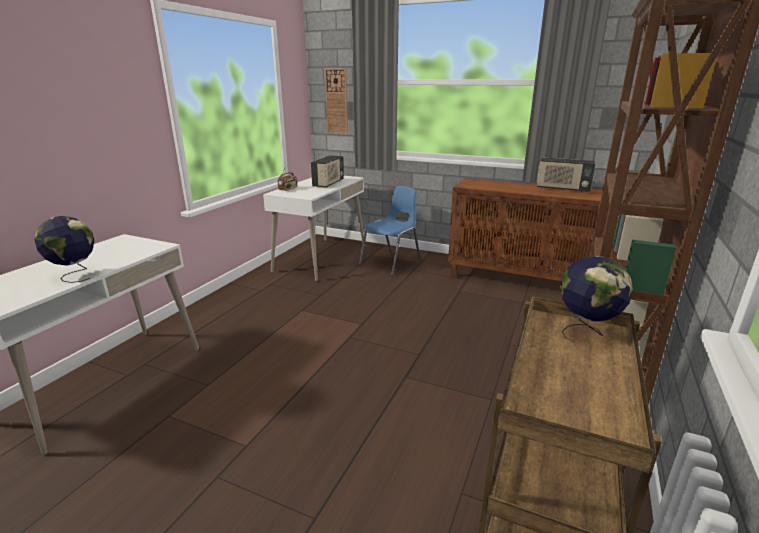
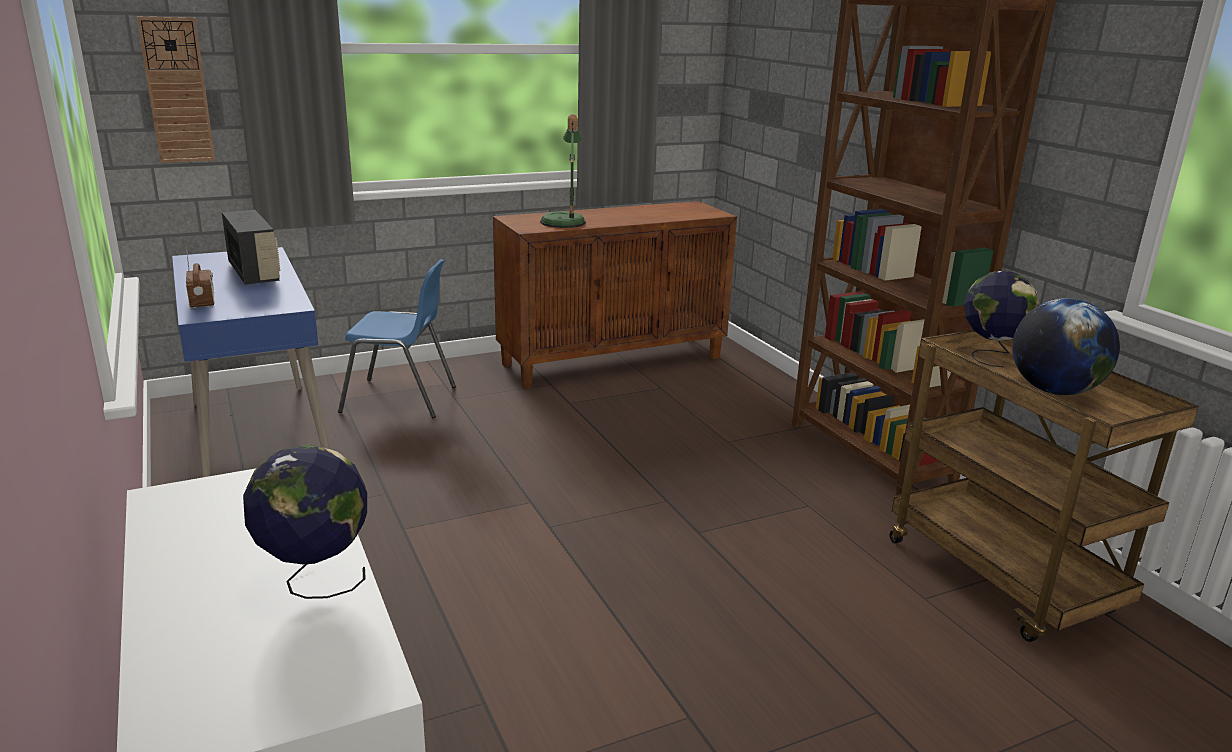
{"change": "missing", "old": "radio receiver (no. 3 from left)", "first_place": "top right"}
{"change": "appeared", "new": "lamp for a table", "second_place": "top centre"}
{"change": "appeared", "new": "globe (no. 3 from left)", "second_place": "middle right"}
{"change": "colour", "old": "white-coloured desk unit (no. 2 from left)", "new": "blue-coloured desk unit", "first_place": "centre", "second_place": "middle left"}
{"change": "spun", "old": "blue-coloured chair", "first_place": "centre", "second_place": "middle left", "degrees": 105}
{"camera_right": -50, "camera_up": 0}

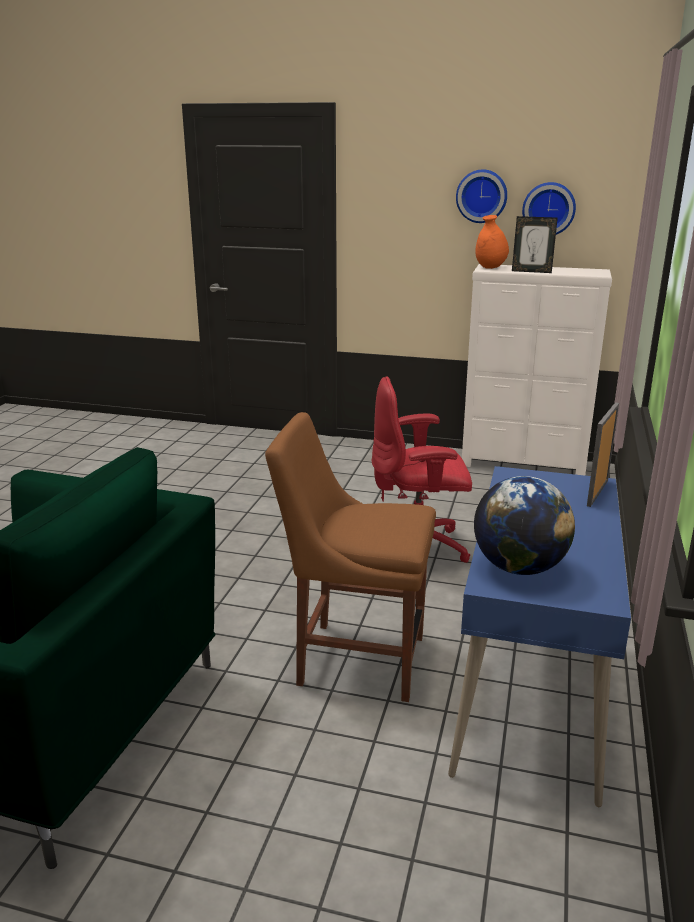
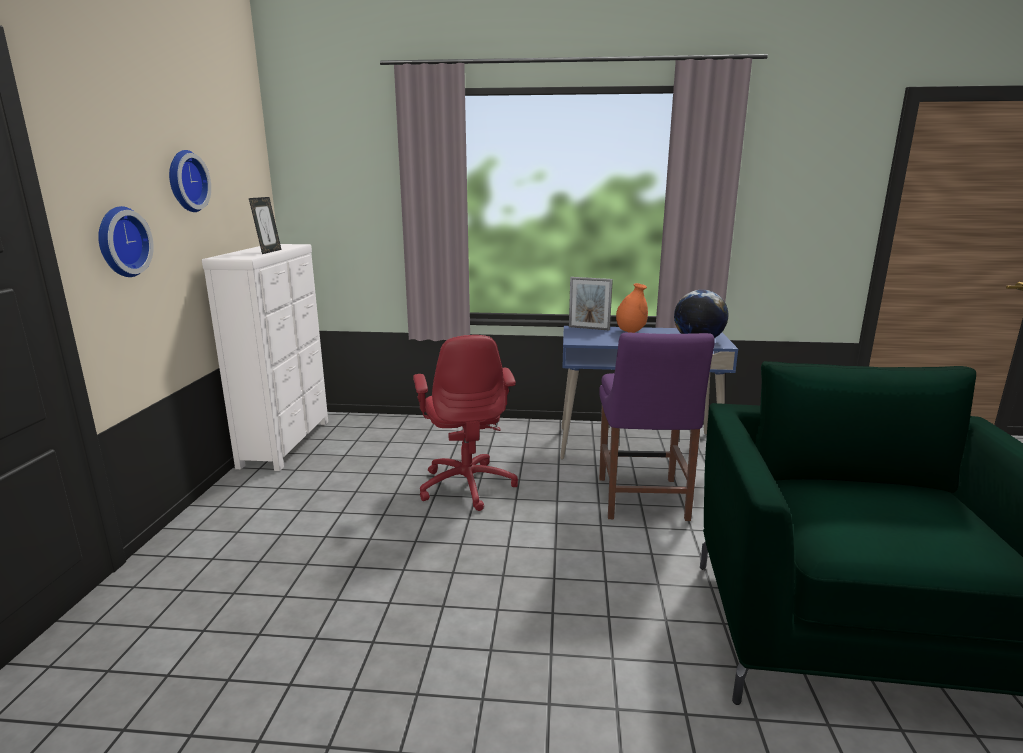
{"change": "relocated", "old": "orange decorative vase", "first_place": "top right", "second_place": "centre"}
{"change": "relocated", "old": "wall clock (no. 2 from left in the first image)", "new": "wall clock (no. 1 from left)", "first_place": "top right", "second_place": "top left"}
{"change": "colour", "old": "brown chair", "new": "purple chair", "first_place": "centre", "second_place": "centre"}
{"camera_right": -100, "camera_up": -5}

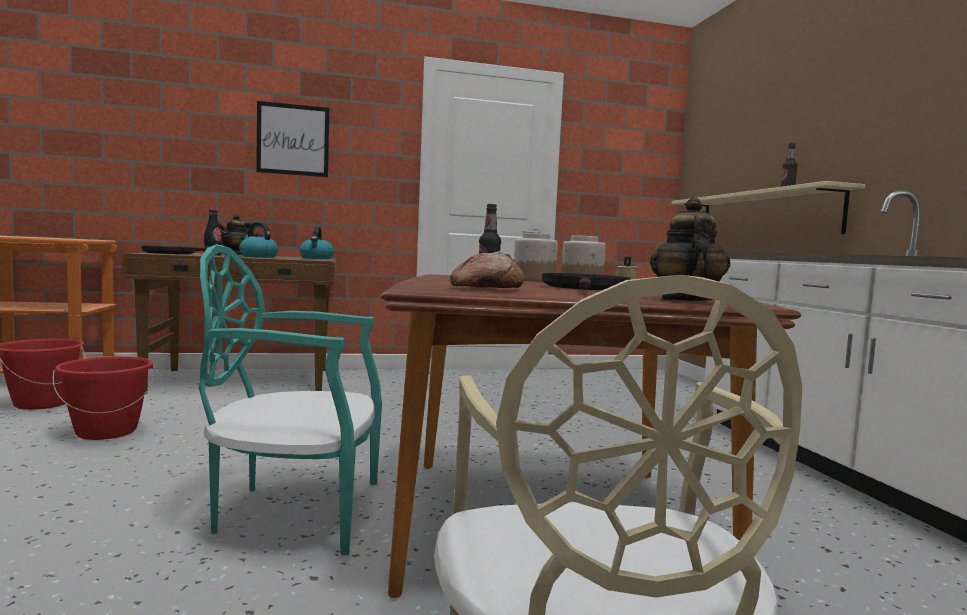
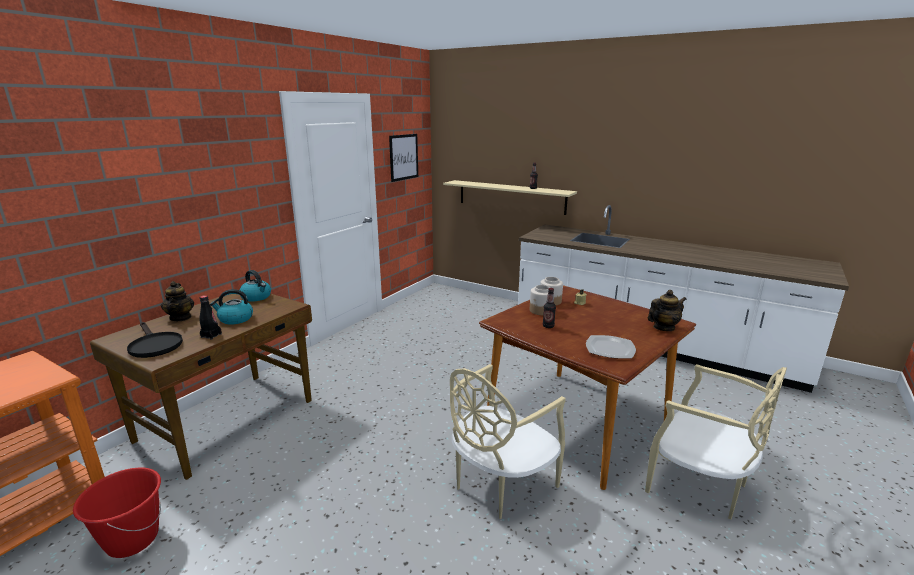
{"change": "missing", "old": "red-coloured water bucket (no. 2 from left)", "first_place": "middle left"}
{"change": "missing", "old": "black pan (no. 2 from left)", "first_place": "centre"}
{"change": "relocated", "old": "wall picture", "first_place": "top left", "second_place": "top centre"}
{"change": "exchanged", "old": "bread", "new": "plate", "first_place": "centre", "second_place": "middle right"}
{"change": "colour", "old": "turquoise chair", "new": "beige-coloured chair (no. 1 from left)", "first_place": "middle left", "second_place": "bottom centre"}
{"change": "spun", "old": "tea pot (no. 2 from left)", "first_place": "middle right", "second_place": "middle right", "degrees": 105}
{"camera_right": -45, "camera_up": 15}

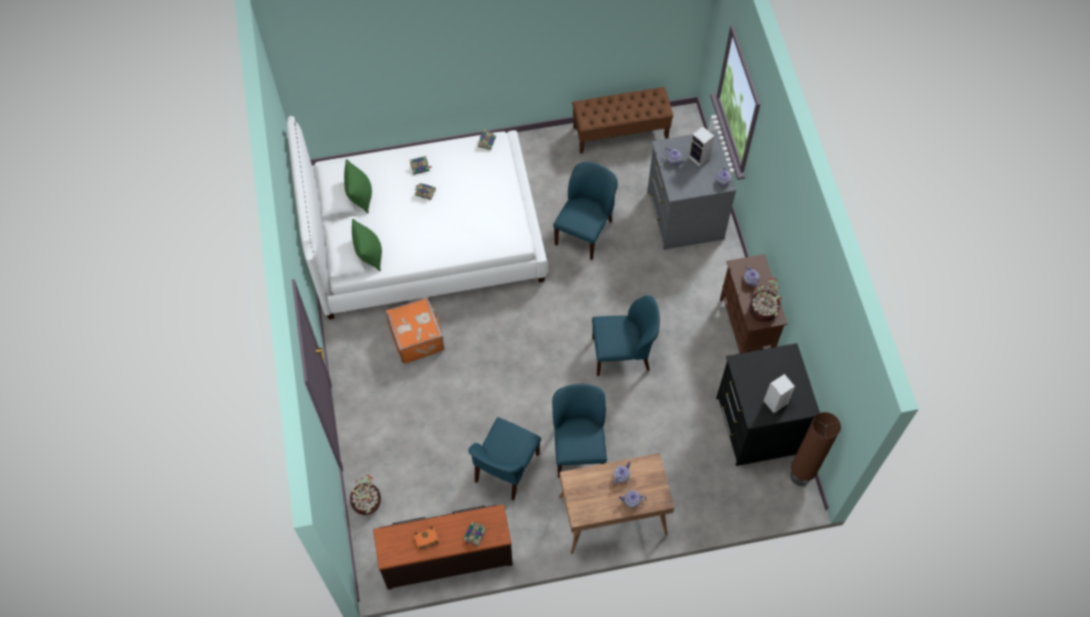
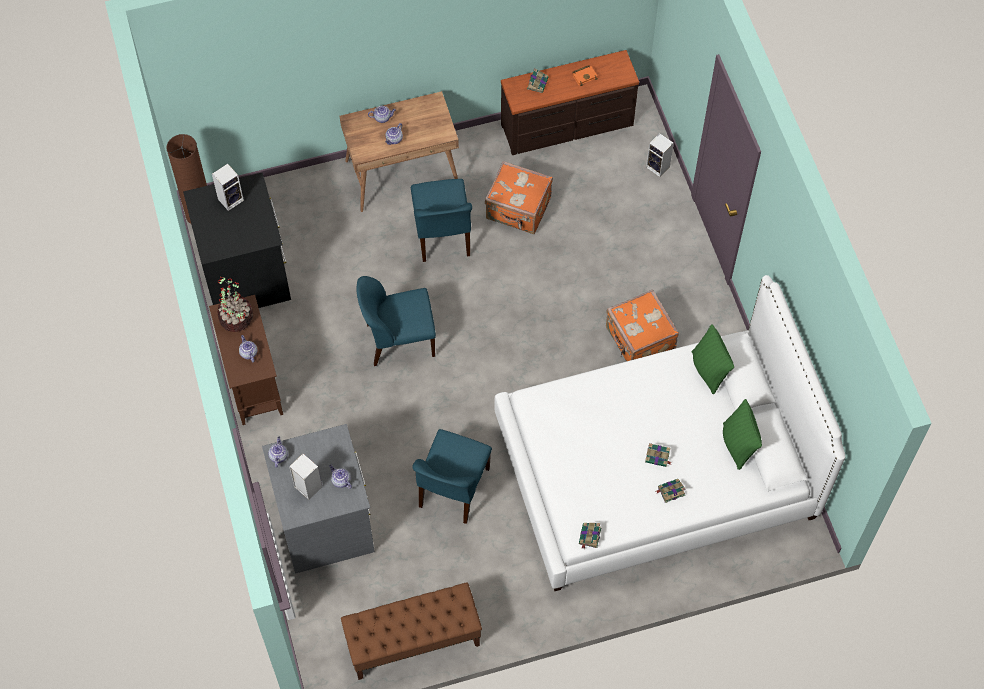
{"change": "exchanged", "old": "potted plant (no. 1 from left)", "new": "audio speaker (no. 3 from left)", "first_place": "bottom centre", "second_place": "top right"}
{"change": "exchanged", "old": "blue-coloured chair (no. 1 from left)", "new": "orange travel case (no. 1 from left)", "first_place": "bottom centre", "second_place": "top centre"}
{"camera_right": 175, "camera_up": 0}

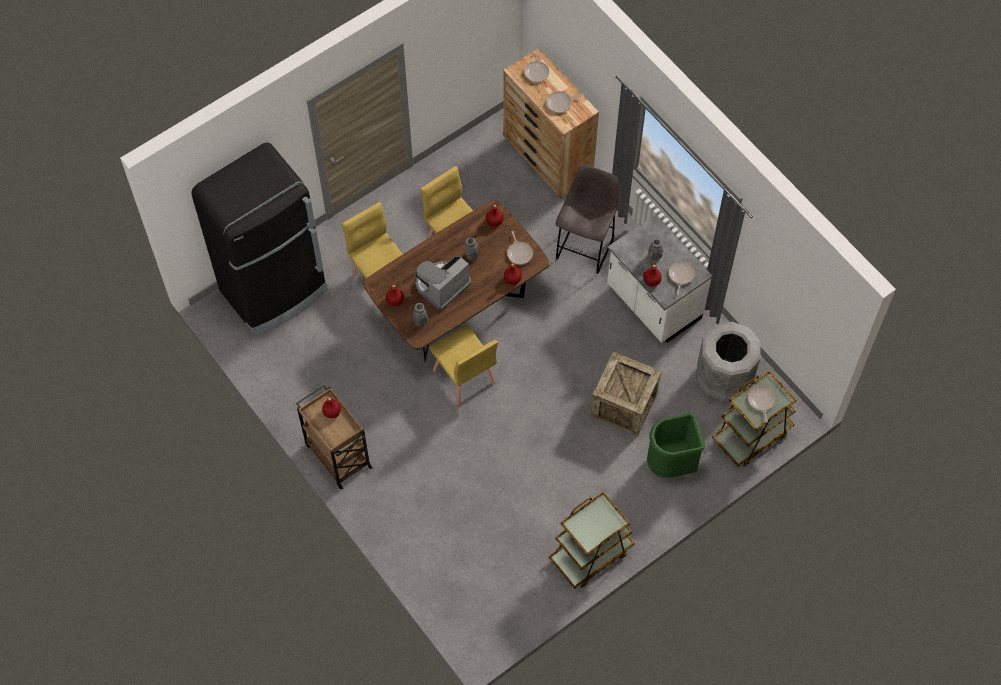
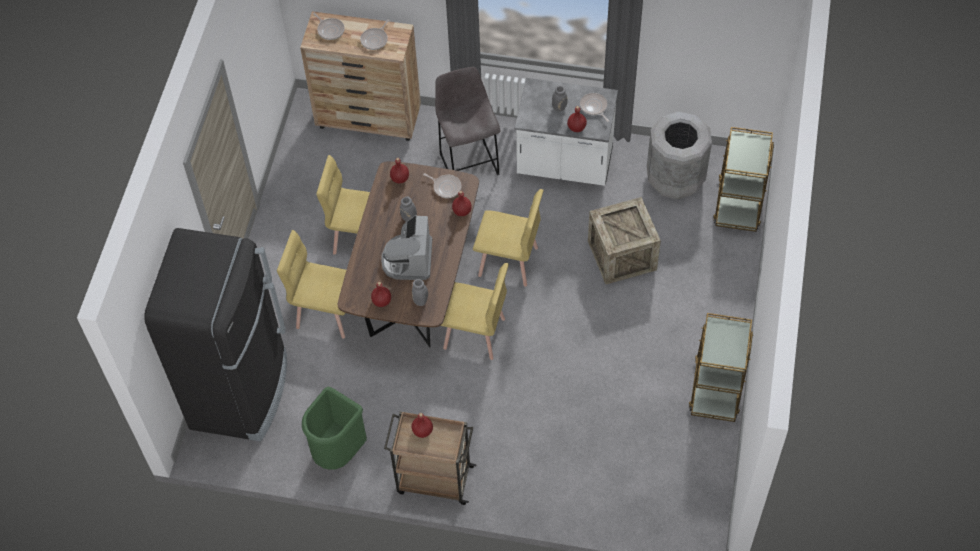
{"change": "missing", "old": "pan (no. 5 from left)", "first_place": "middle right"}
{"change": "appeared", "new": "yellow chair (no. 4 from left)", "second_place": "centre"}
{"change": "relocated", "old": "greenish trash can", "first_place": "middle right", "second_place": "bottom centre"}
{"camera_right": -40, "camera_up": -5}

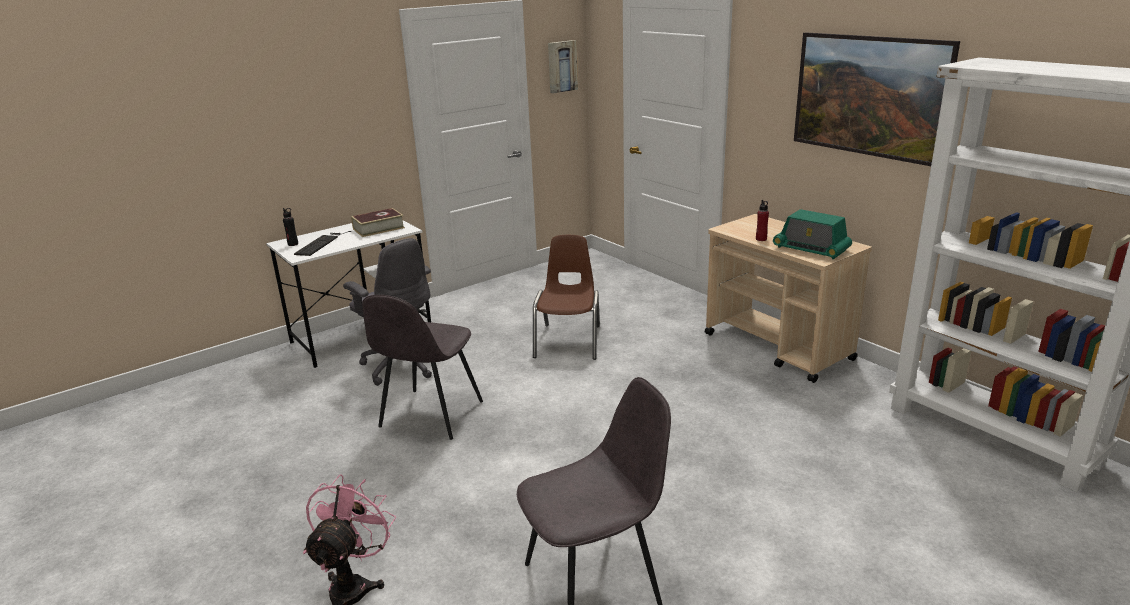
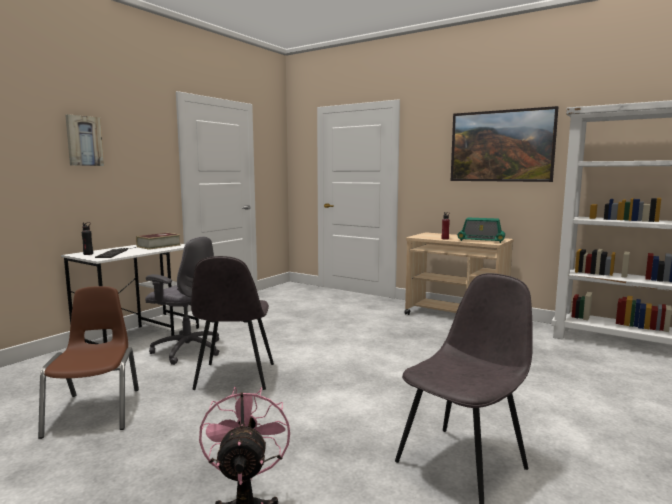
{"change": "relocated", "old": "brown chair", "first_place": "centre", "second_place": "bottom left"}
{"change": "relocated", "old": "wall picture (no. 1 from left)", "first_place": "top centre", "second_place": "top left"}
{"camera_right": -20, "camera_up": -15}

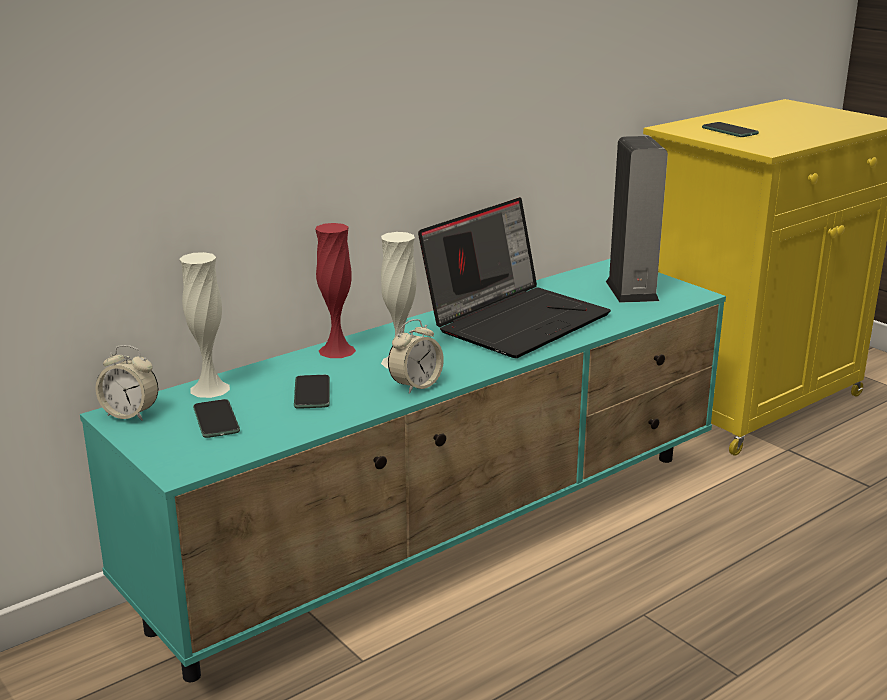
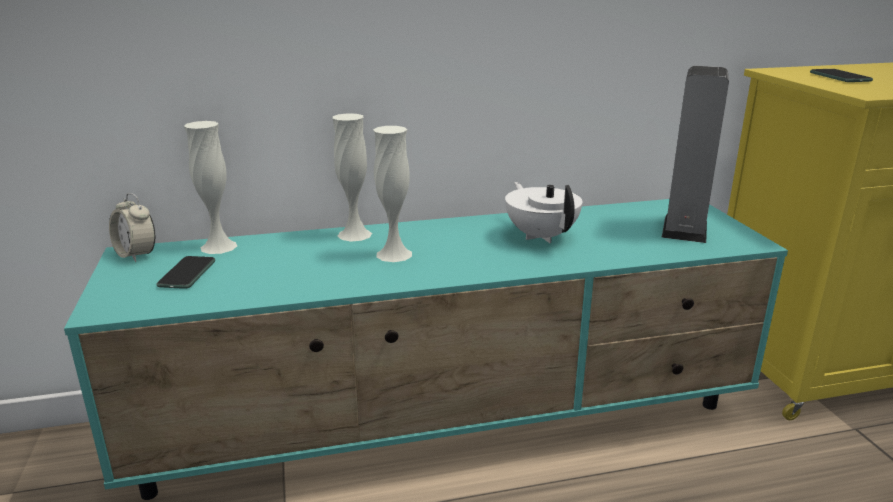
{"change": "missing", "old": "phone (no. 2 from left)", "first_place": "centre"}
{"change": "missing", "old": "table clock (no. 2 from left)", "first_place": "centre"}
{"change": "exchanged", "old": "laptop", "new": "white-coloured tea pot", "first_place": "centre", "second_place": "centre"}
{"change": "colour", "old": "red-coloured decorative vase", "new": "white-coloured decorative vase (no. 2 from left)", "first_place": "centre", "second_place": "centre"}
{"camera_right": 25, "camera_up": 0}

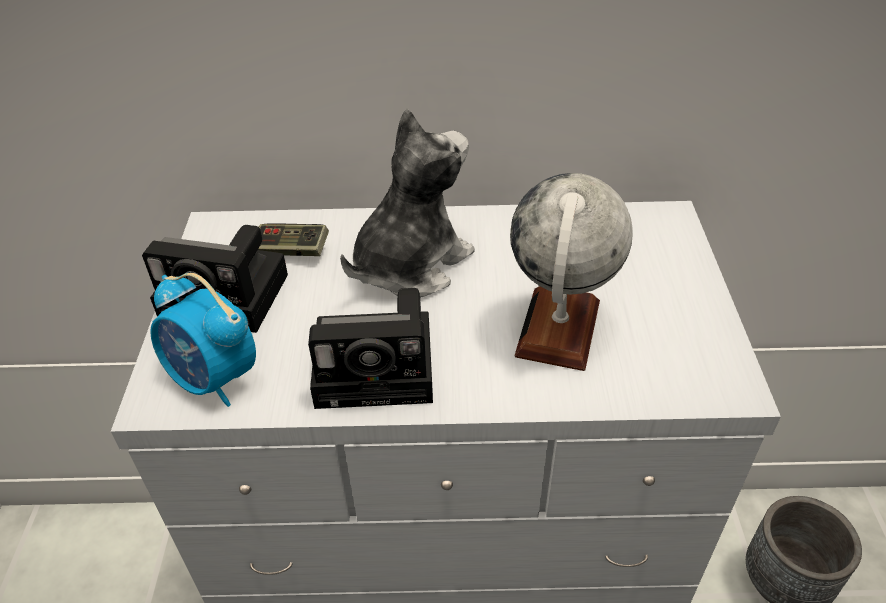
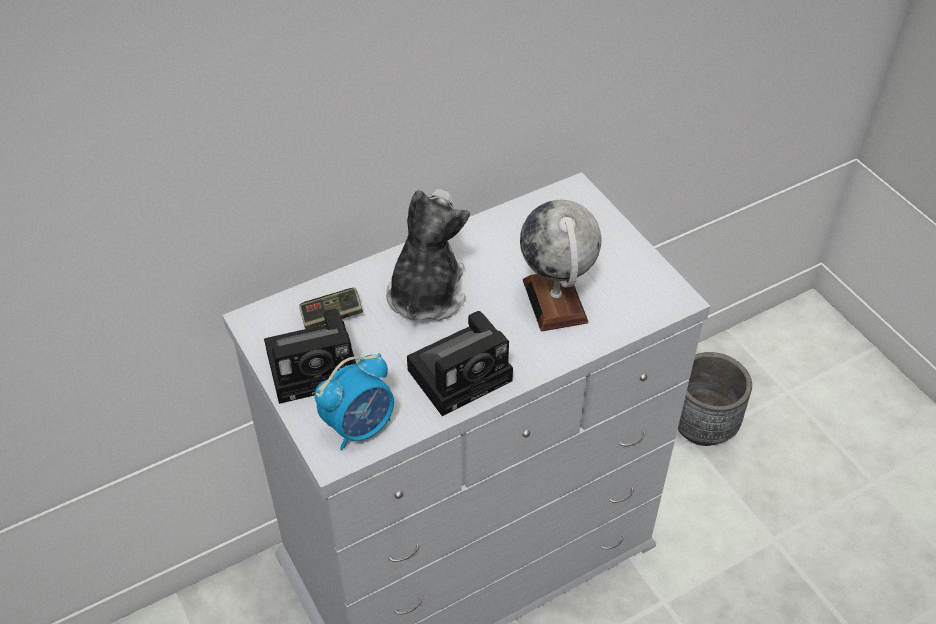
{"change": "spun", "old": "table clock", "first_place": "middle left", "second_place": "centre", "degrees": -45}
{"camera_right": -30, "camera_up": 5}

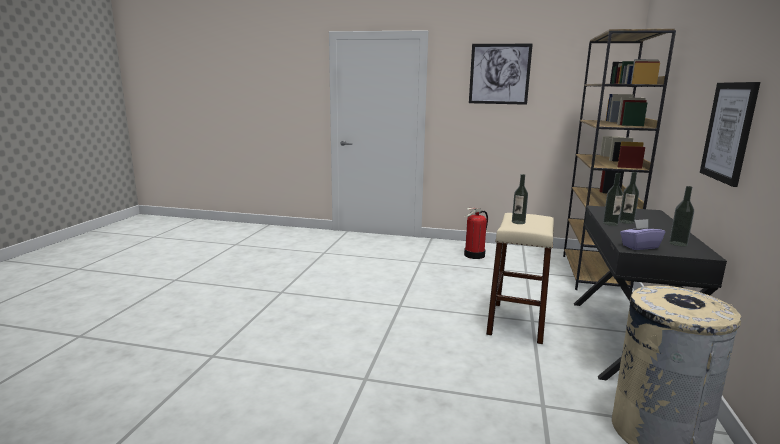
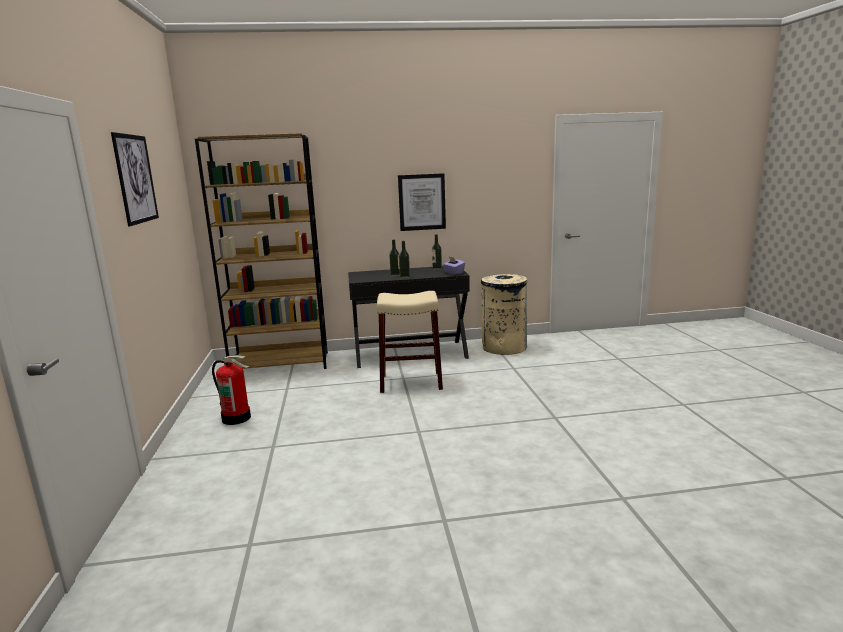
{"change": "missing", "old": "bottle (no. 1 from left)", "first_place": "middle right"}
{"camera_right": -110, "camera_up": 0}

